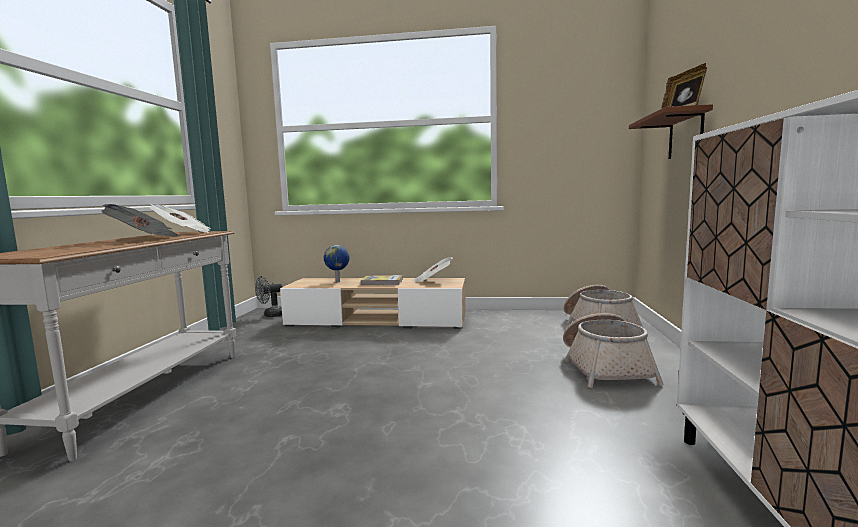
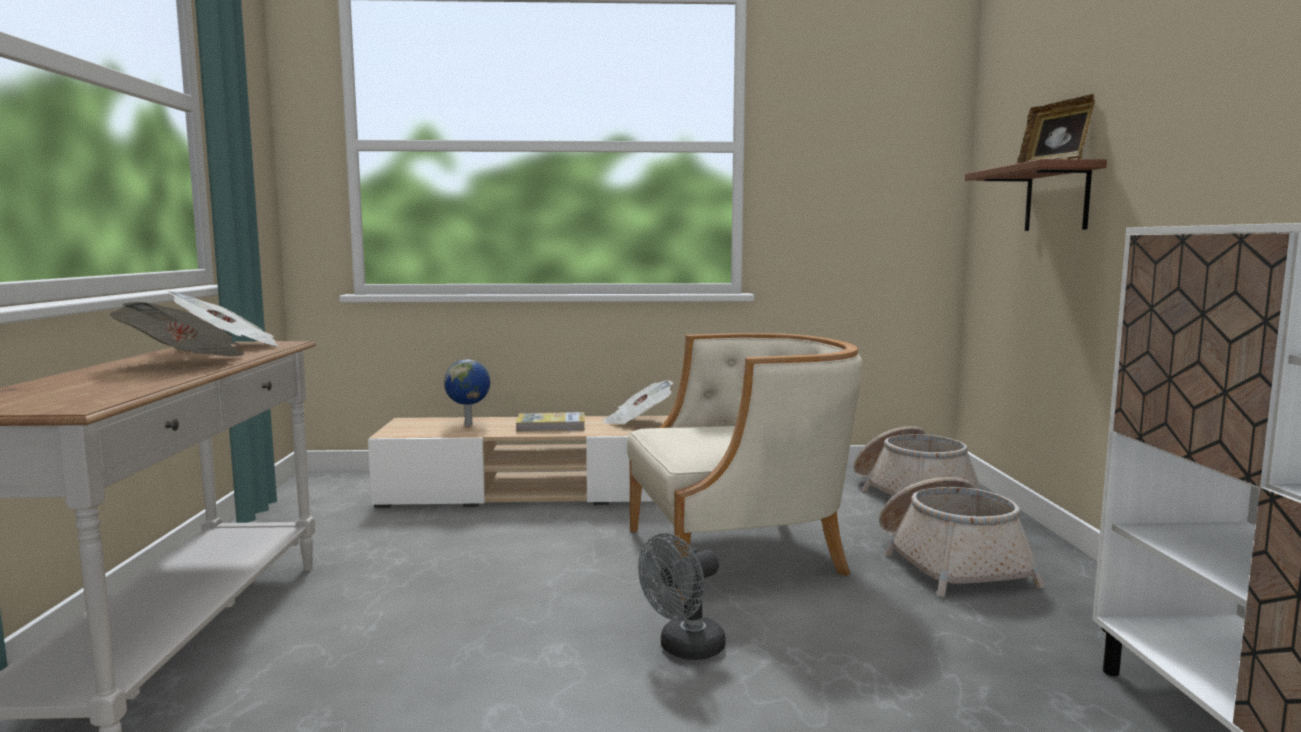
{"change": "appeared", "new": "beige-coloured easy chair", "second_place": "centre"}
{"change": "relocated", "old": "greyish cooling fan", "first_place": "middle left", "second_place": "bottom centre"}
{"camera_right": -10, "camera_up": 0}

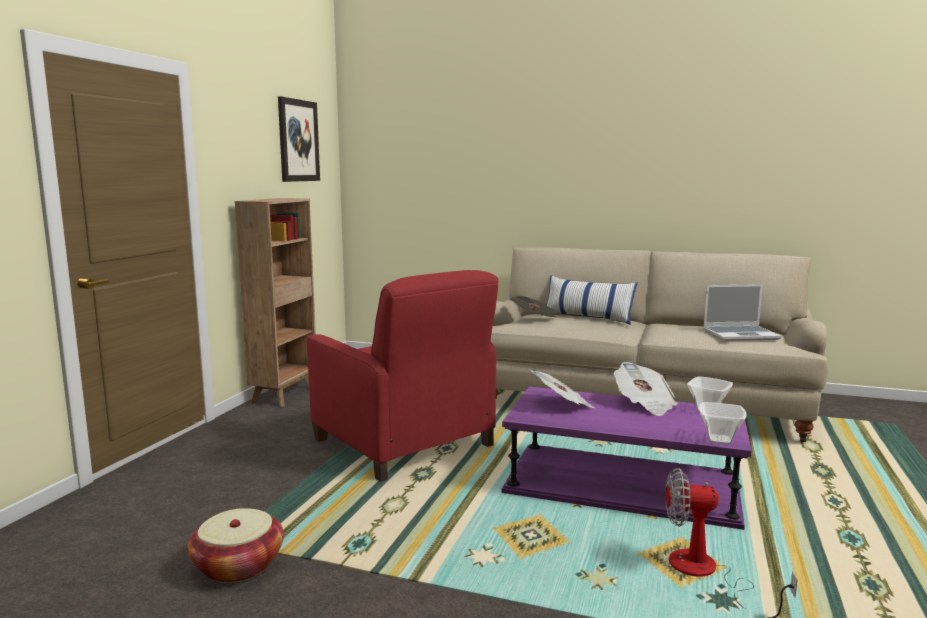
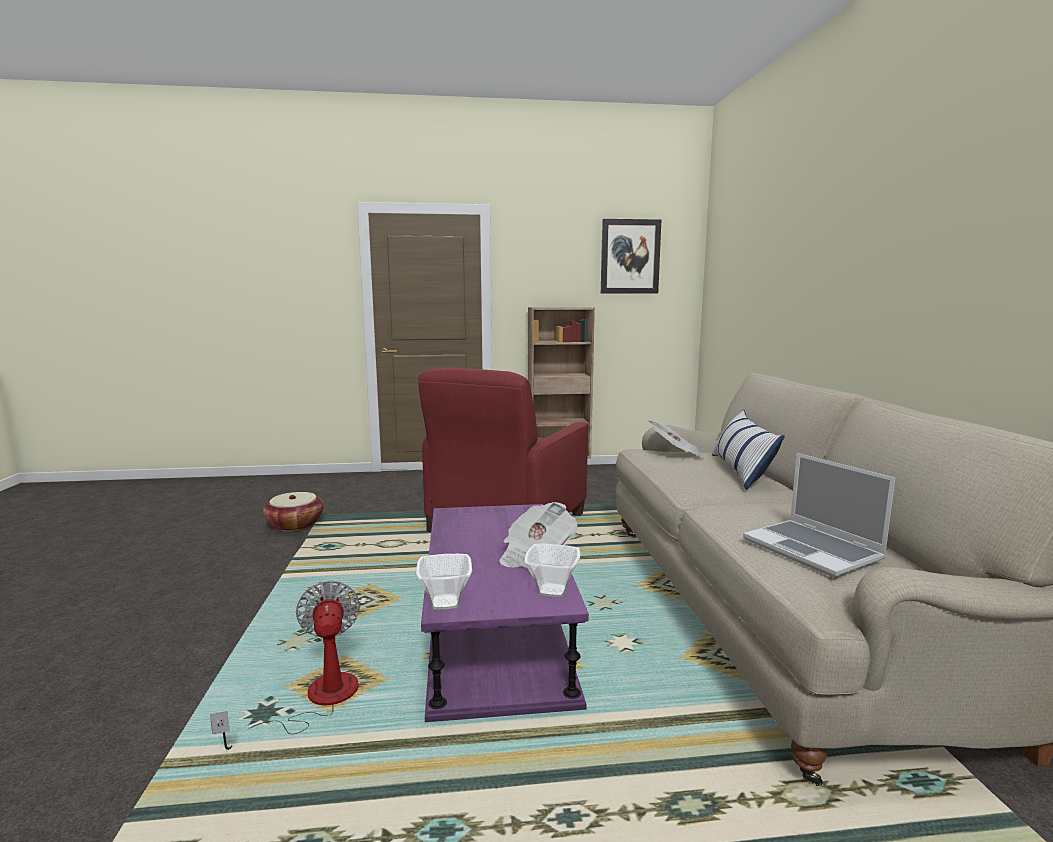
{"change": "missing", "old": "newspaper (no. 2 from left)", "first_place": "centre"}
{"camera_right": 65, "camera_up": 0}

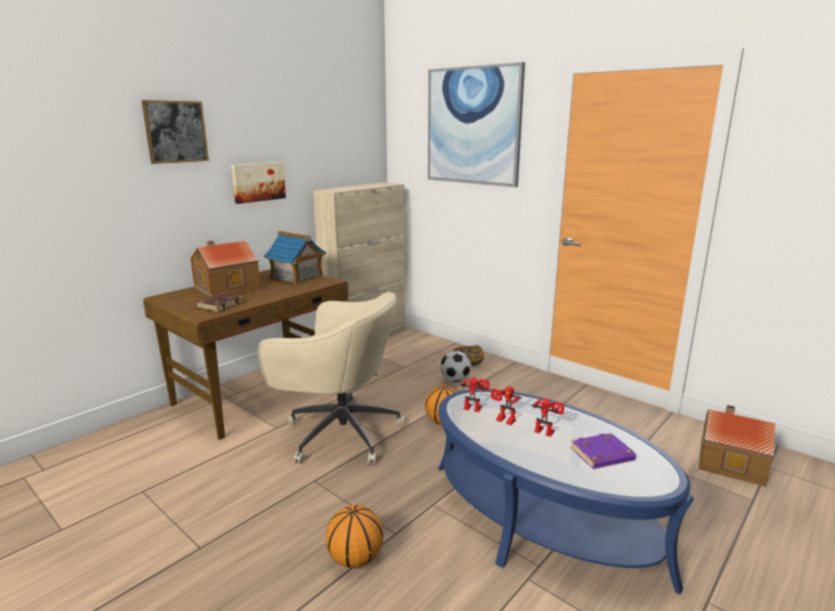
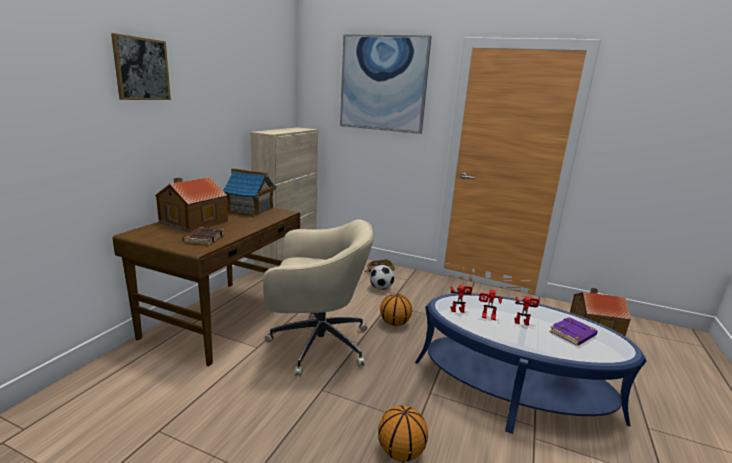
{"change": "missing", "old": "wall picture (no. 2 from left)", "first_place": "top left"}
{"camera_right": -20, "camera_up": 0}

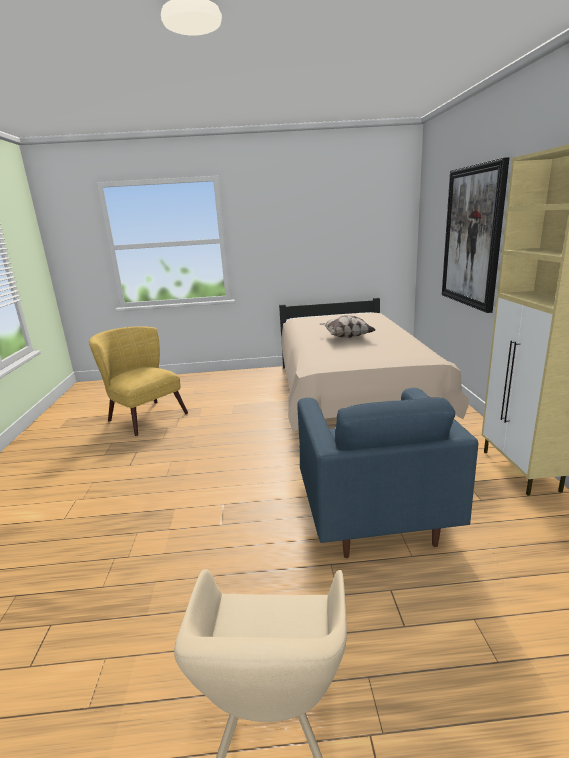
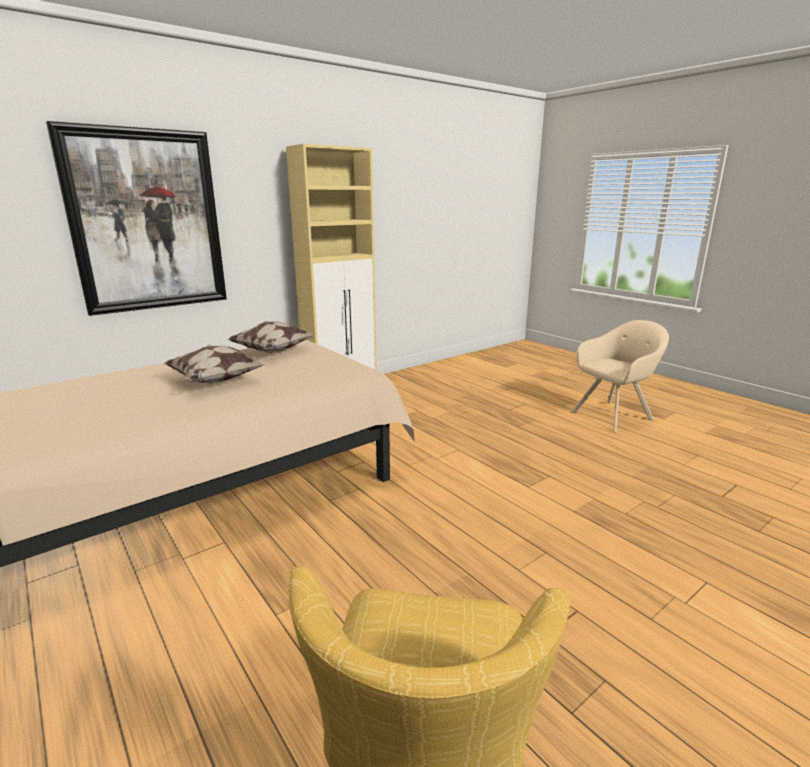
{"change": "missing", "old": "blue-coloured easy chair", "first_place": "middle right"}
{"change": "appeared", "new": "pillow (no. 2 from left)", "second_place": "centre"}
{"camera_right": -125, "camera_up": 0}

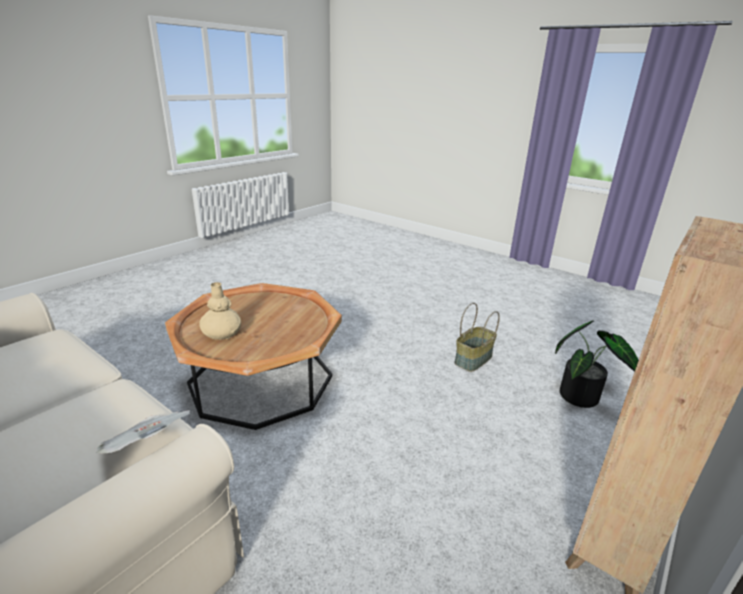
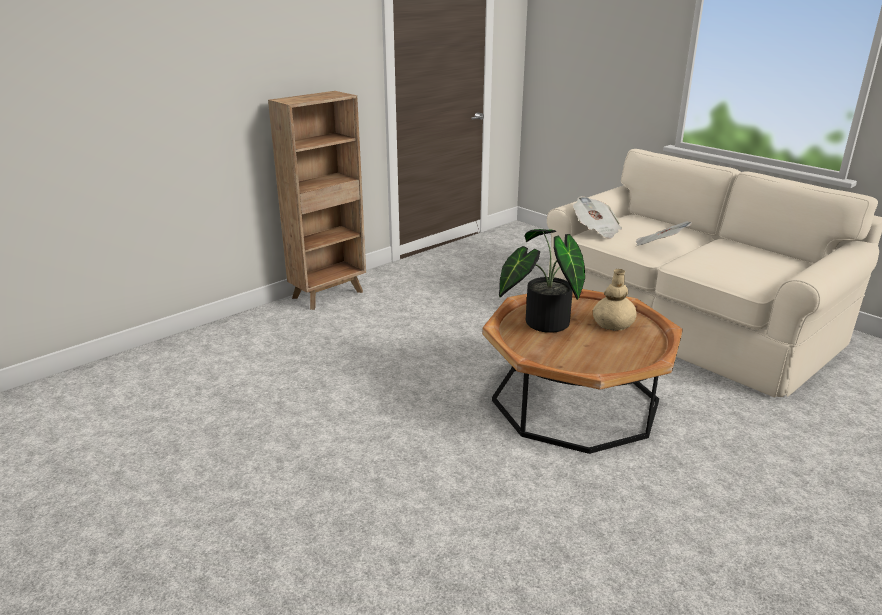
{"change": "missing", "old": "household basket", "first_place": "centre"}
{"change": "appeared", "new": "newspaper (no. 2 from left)", "second_place": "middle right"}
{"change": "relocated", "old": "potted plant", "first_place": "middle right", "second_place": "centre"}
{"camera_right": -170, "camera_up": 0}

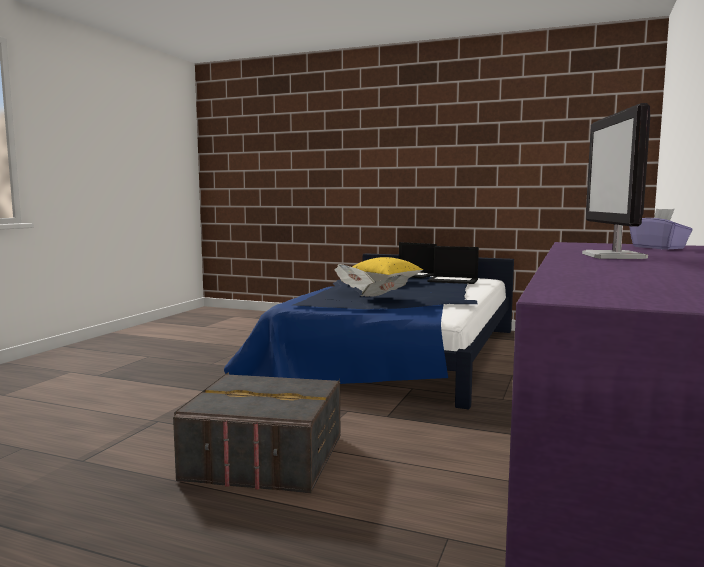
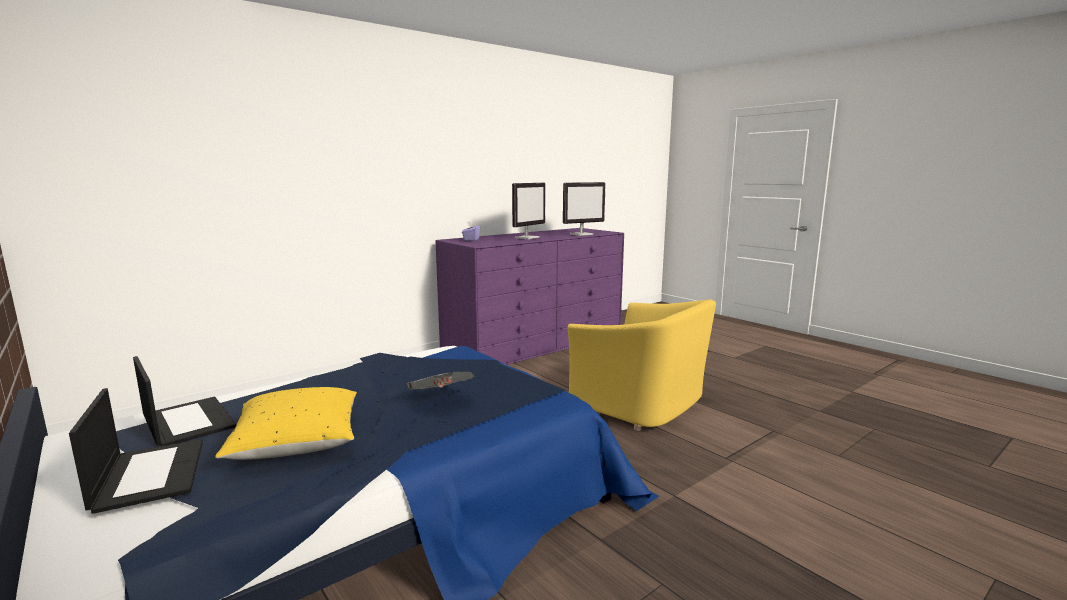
{"change": "missing", "old": "newspaper (no. 2 from left)", "first_place": "centre"}
{"change": "appeared", "new": "computer screen (no. 2 from left)", "second_place": "centre"}
{"change": "exchanged", "old": "greyish storage container", "new": "yellow easy chair", "first_place": "bottom centre", "second_place": "centre"}
{"camera_right": -150, "camera_up": 5}

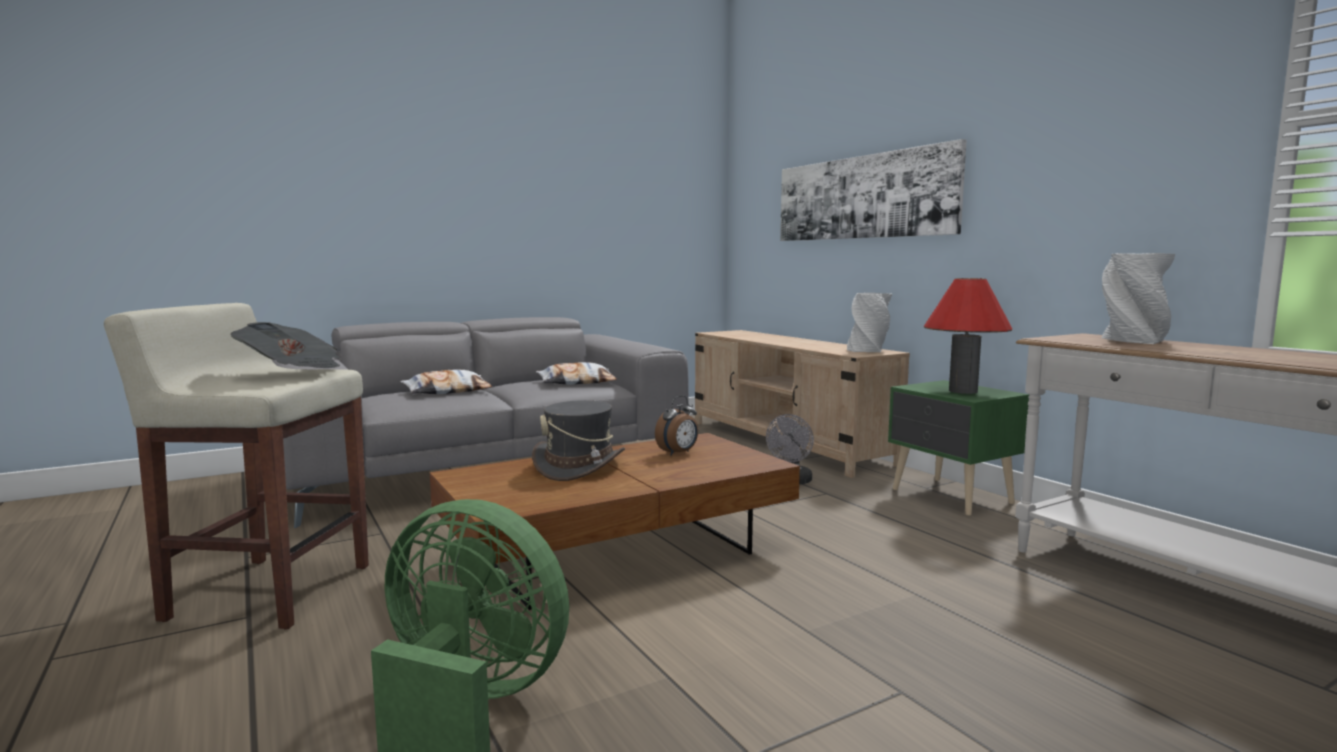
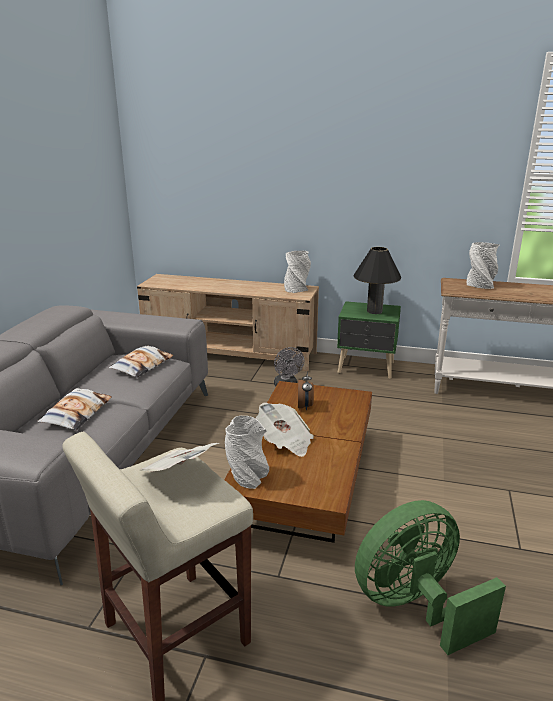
{"change": "missing", "old": "wall picture", "first_place": "top centre"}
{"change": "appeared", "new": "greyish decorative vase (no. 1 from left)", "second_place": "centre"}
{"change": "exchanged", "old": "greyish wearable hat", "new": "newspaper (no. 2 from left)", "first_place": "centre", "second_place": "centre"}
{"change": "colour", "old": "red-coloured lamp for a table", "new": "black lamp for a table", "first_place": "middle right", "second_place": "middle right"}
{"camera_right": -45, "camera_up": 15}

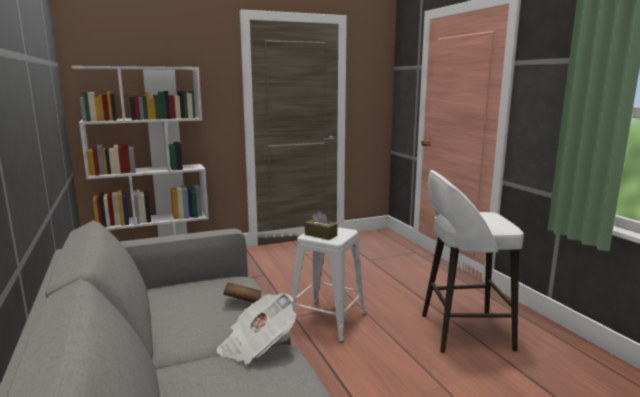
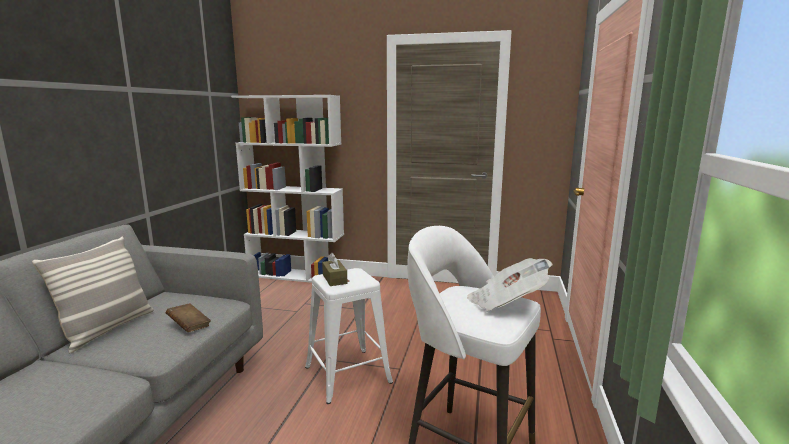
{"change": "appeared", "new": "pillow", "second_place": "middle left"}
{"change": "relocated", "old": "newspaper", "first_place": "bottom centre", "second_place": "centre"}
{"camera_right": 35, "camera_up": 0}

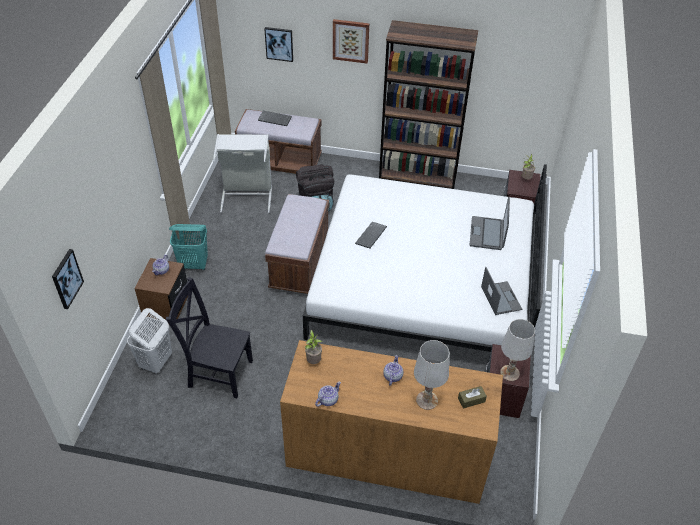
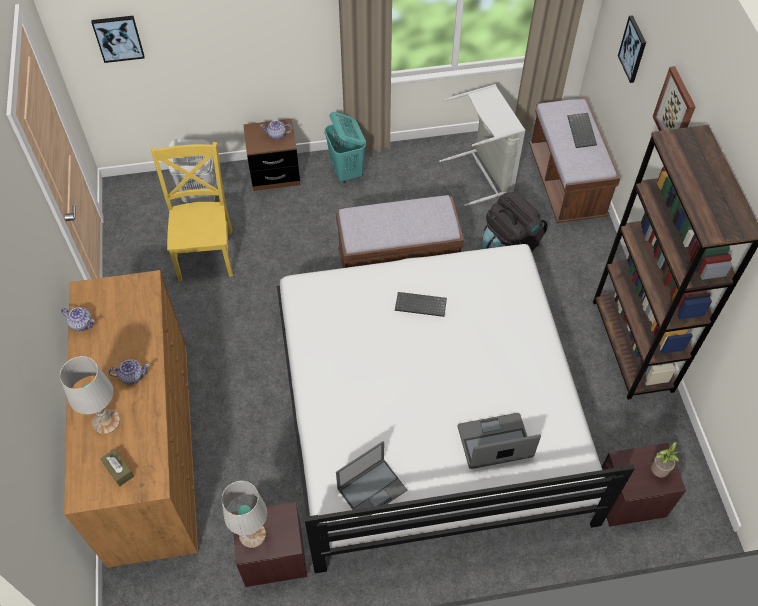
{"change": "missing", "old": "potted plant (no. 1 from left)", "first_place": "centre"}
{"change": "colour", "old": "black chair", "new": "yellow chair", "first_place": "middle left", "second_place": "middle left"}
{"camera_right": 70, "camera_up": 10}

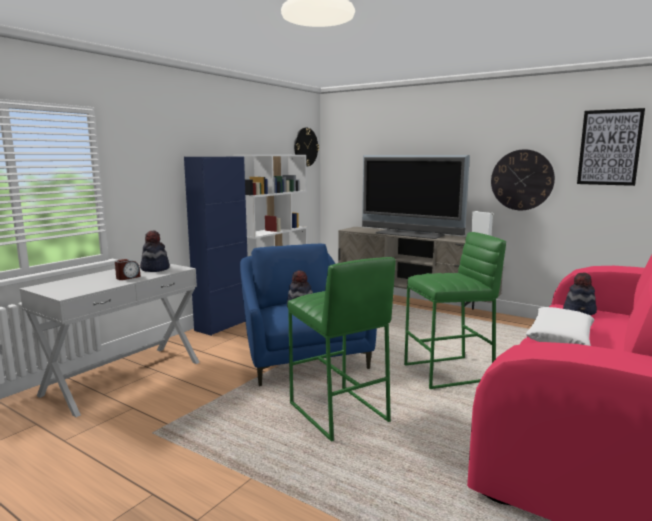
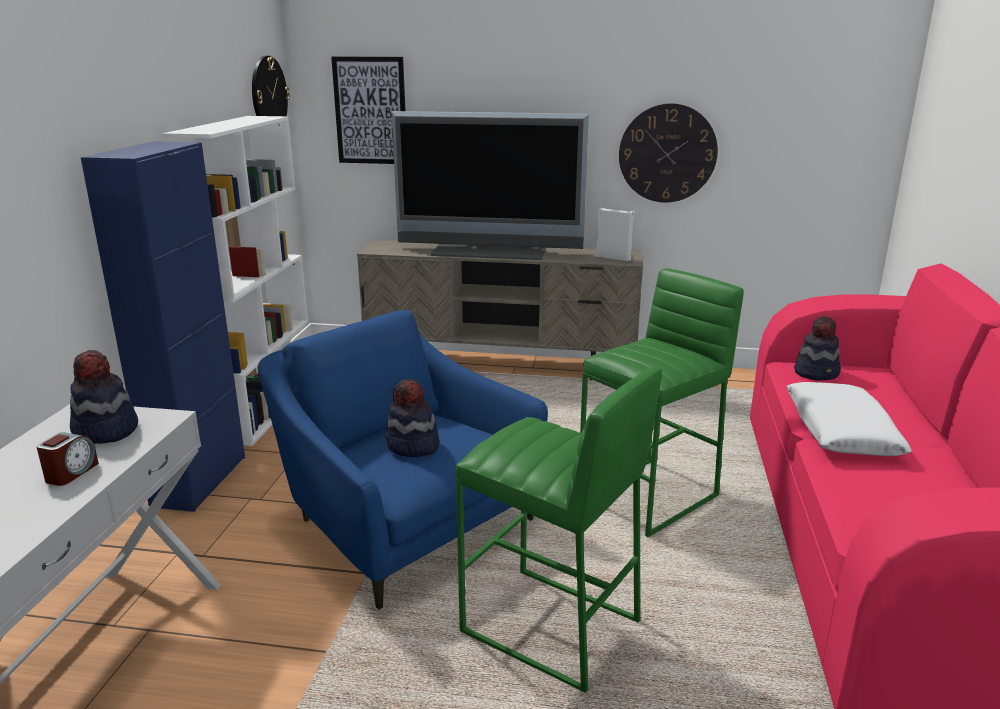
{"change": "relocated", "old": "wall picture", "first_place": "top right", "second_place": "top centre"}
{"camera_right": -25, "camera_up": 10}

